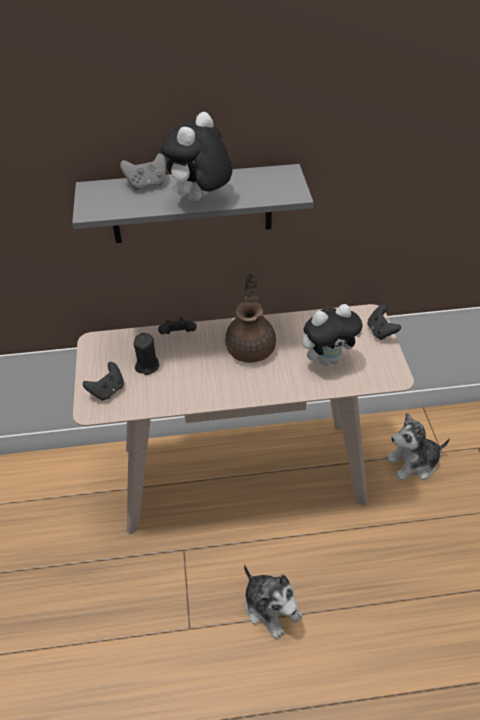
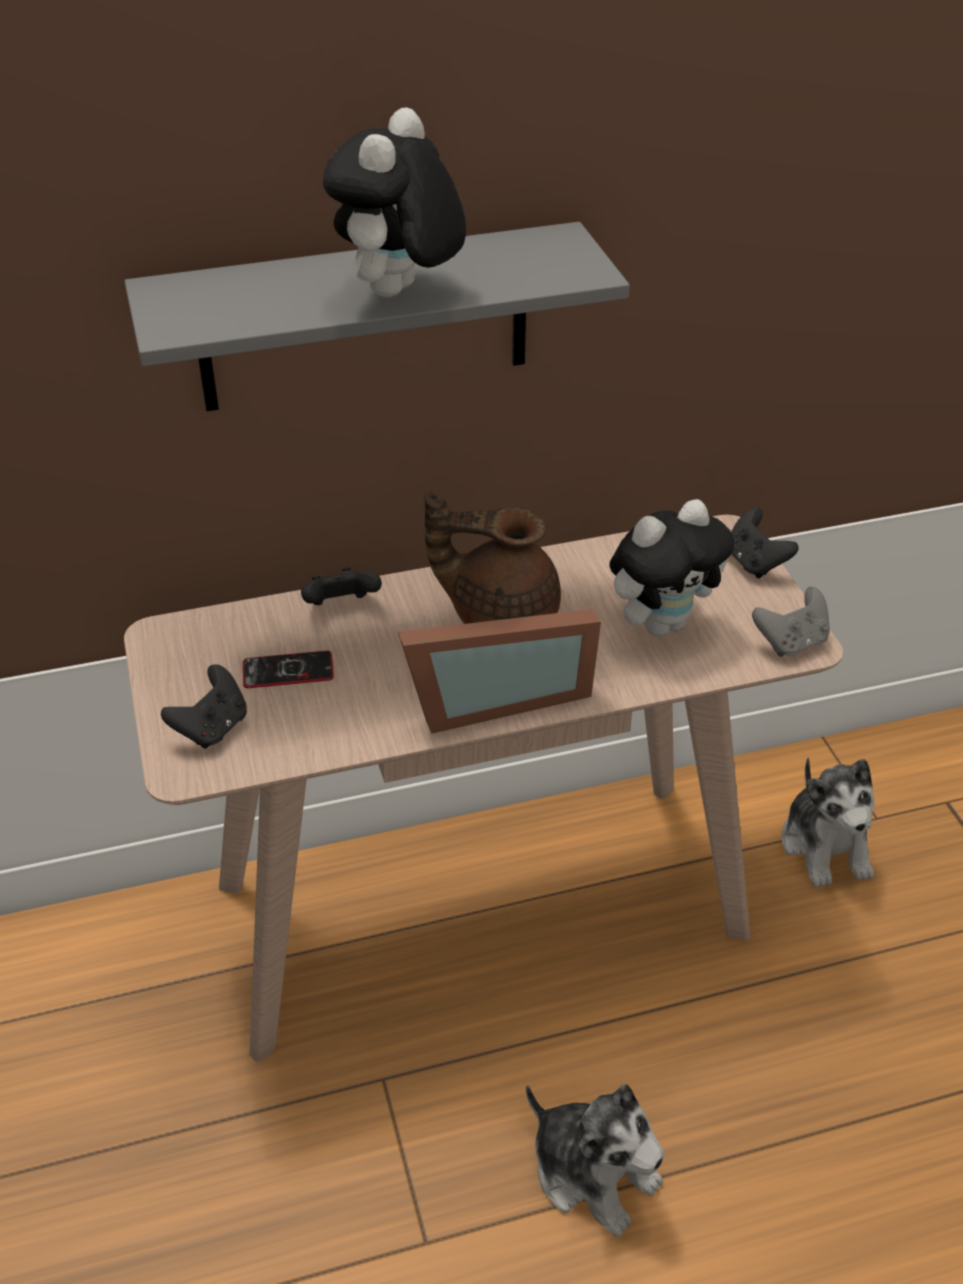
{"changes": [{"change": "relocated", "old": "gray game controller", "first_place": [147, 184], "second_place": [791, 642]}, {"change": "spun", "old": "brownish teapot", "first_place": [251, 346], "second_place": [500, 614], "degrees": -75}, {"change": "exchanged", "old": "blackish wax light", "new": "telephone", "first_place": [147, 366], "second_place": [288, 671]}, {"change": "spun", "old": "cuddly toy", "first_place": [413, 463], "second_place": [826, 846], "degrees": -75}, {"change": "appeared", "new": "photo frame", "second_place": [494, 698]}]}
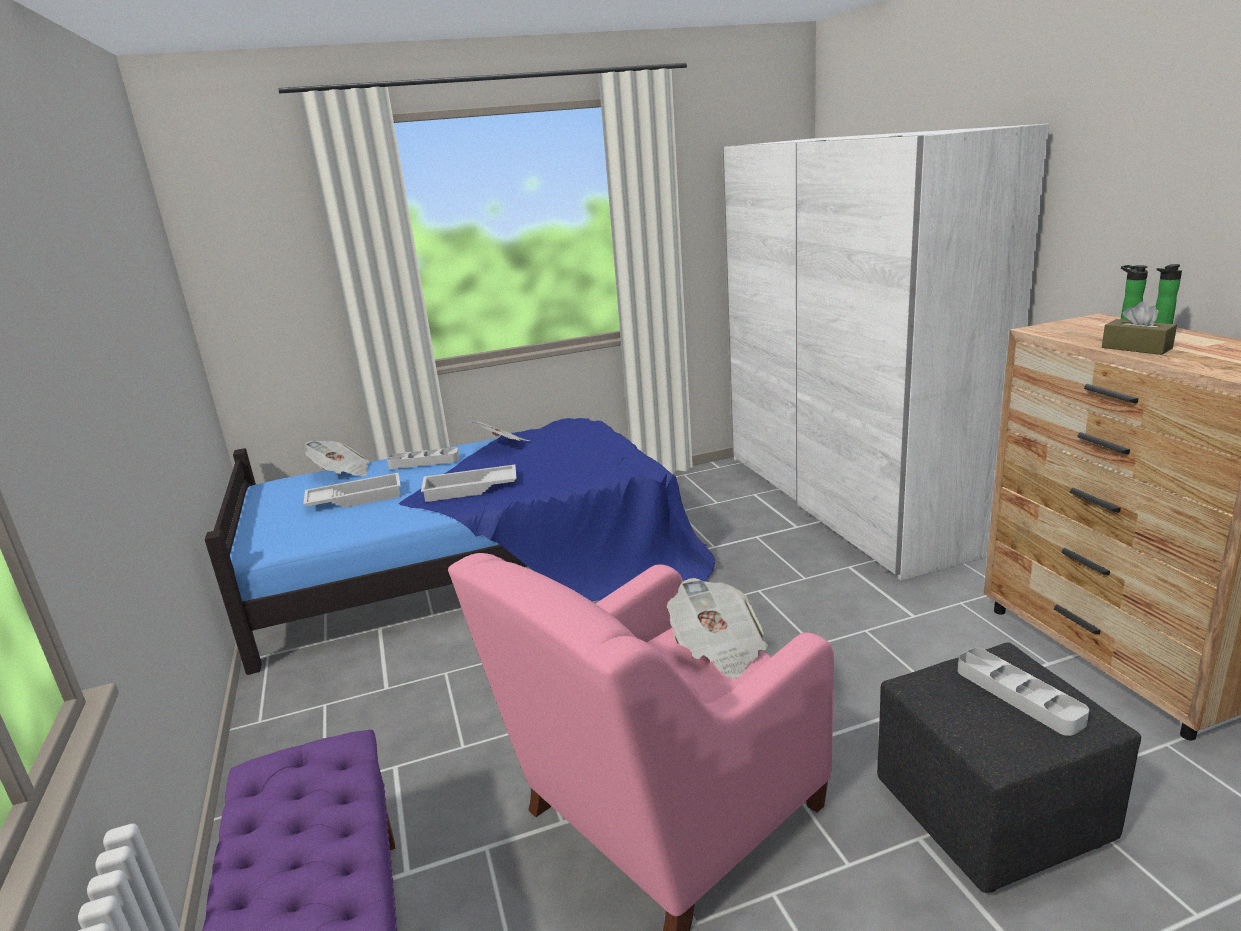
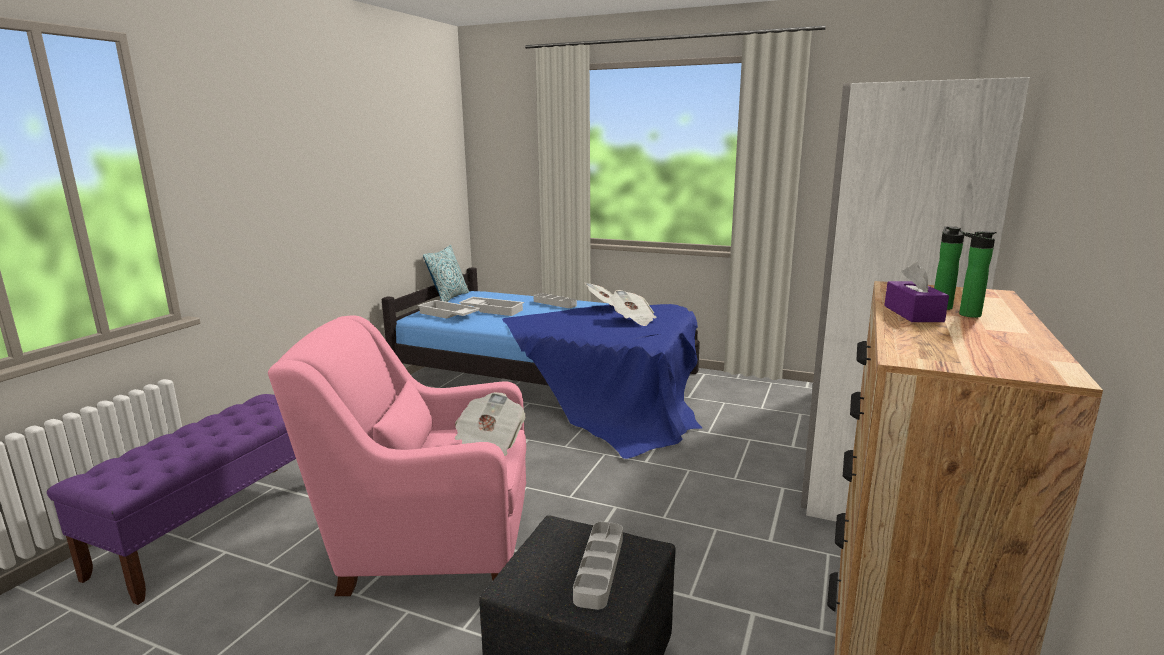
{"changes": [{"change": "colour", "old": "brownish tissue holder", "new": "purple tissue holder", "first_place": [1136, 348], "second_place": [913, 313]}, {"change": "relocated", "old": "newspaper", "first_place": [342, 473], "second_place": [633, 320]}, {"change": "relocated", "old": "white serving tray", "first_place": [470, 489], "second_place": [448, 314]}, {"change": "appeared", "new": "cushion", "second_place": [449, 298]}]}
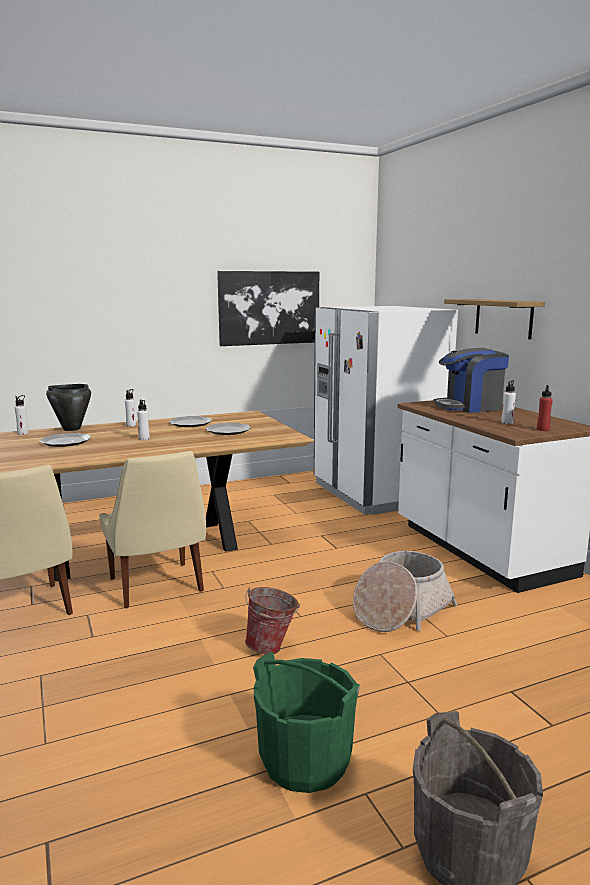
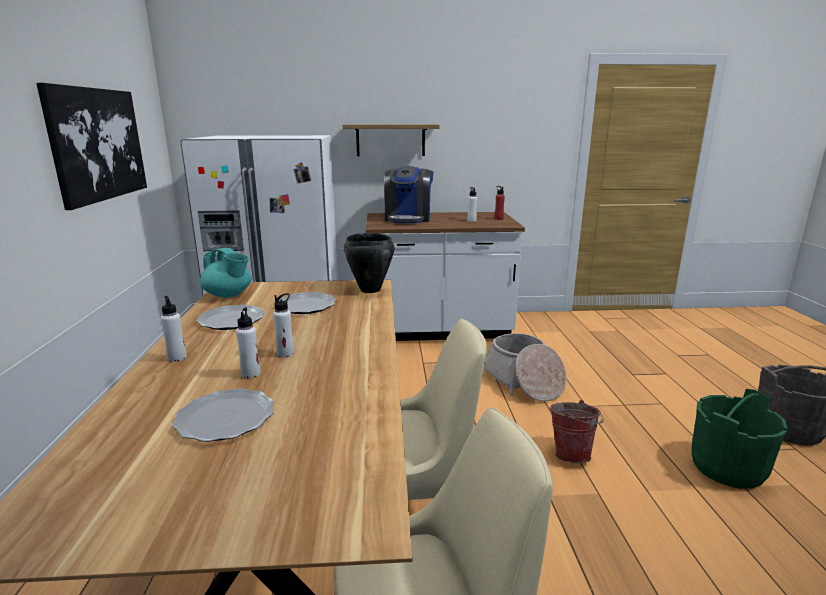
{"changes": [{"change": "relocated", "old": "blackish saucepot", "first_place": [71, 429], "second_place": [370, 290]}, {"change": "relocated", "old": "white bottle", "first_place": [23, 433], "second_place": [250, 373]}, {"change": "appeared", "new": "turquoise teapot", "second_place": [228, 295]}]}
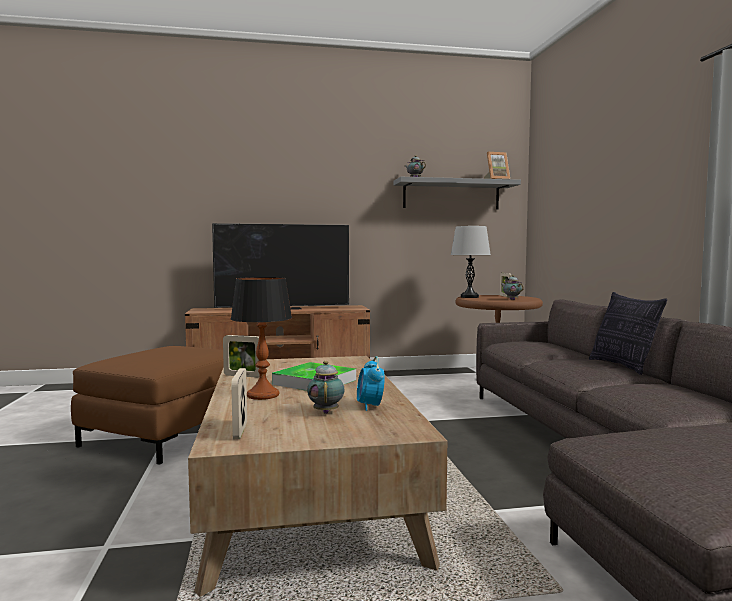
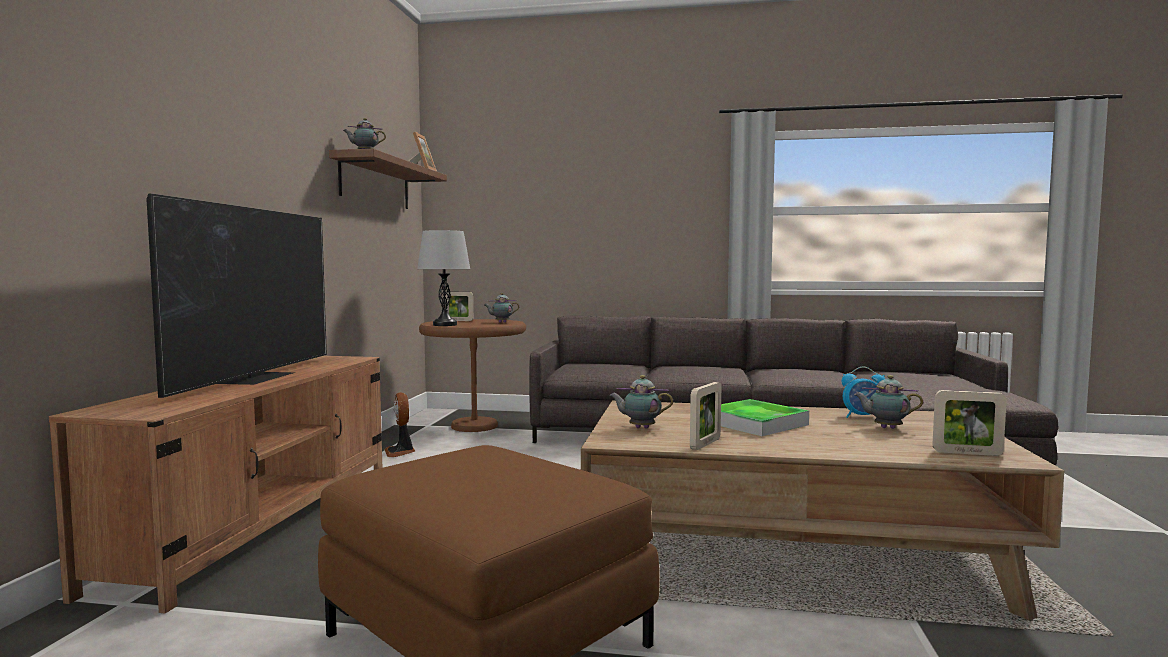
{"changes": [{"change": "colour", "old": "gray bracket shelf", "new": "brownish bracket shelf", "first_place": [451, 195], "second_place": [375, 183]}, {"change": "missing", "old": "tabletop lamp", "first_place": [262, 395]}, {"change": "missing", "old": "cushion", "first_place": [623, 366]}, {"change": "appeared", "new": "teapot", "second_place": [640, 428]}, {"change": "appeared", "new": "cooling fan", "second_place": [400, 452]}]}
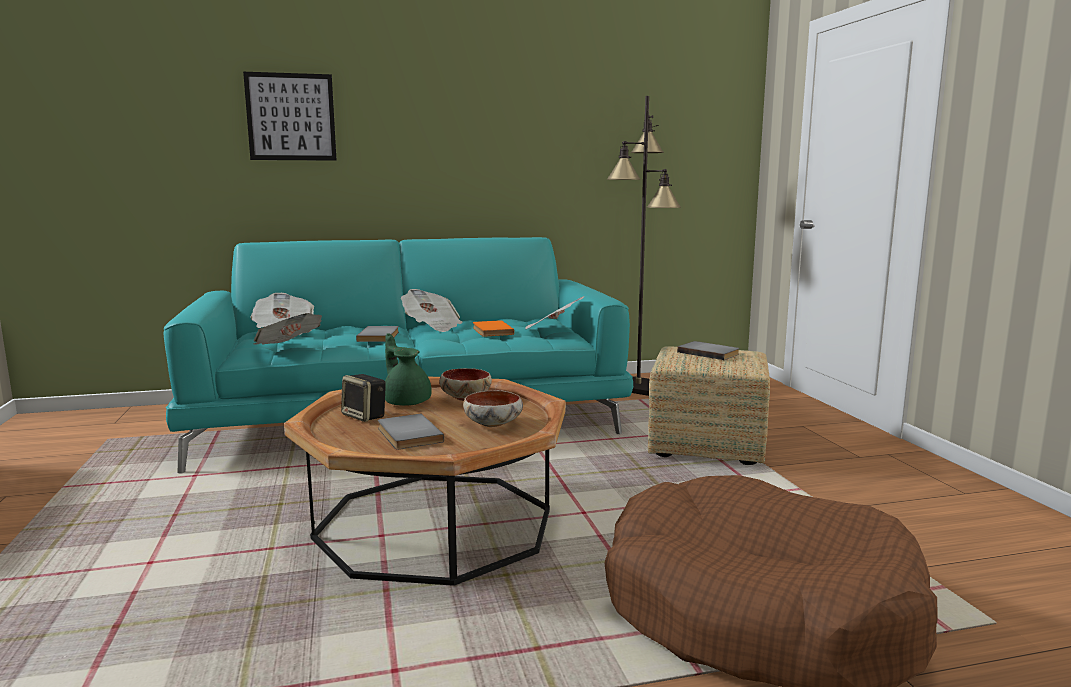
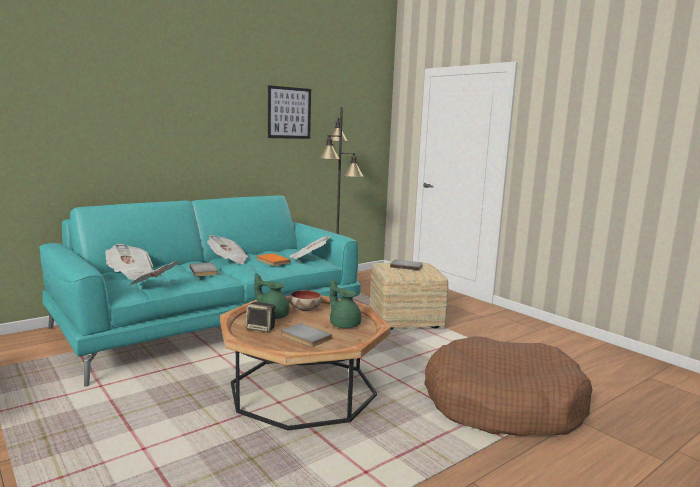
{"changes": [{"change": "relocated", "old": "wall art", "first_place": [291, 117], "second_place": [289, 113]}, {"change": "exchanged", "old": "bowl", "new": "green teapot", "first_place": [494, 424], "second_place": [344, 324]}]}
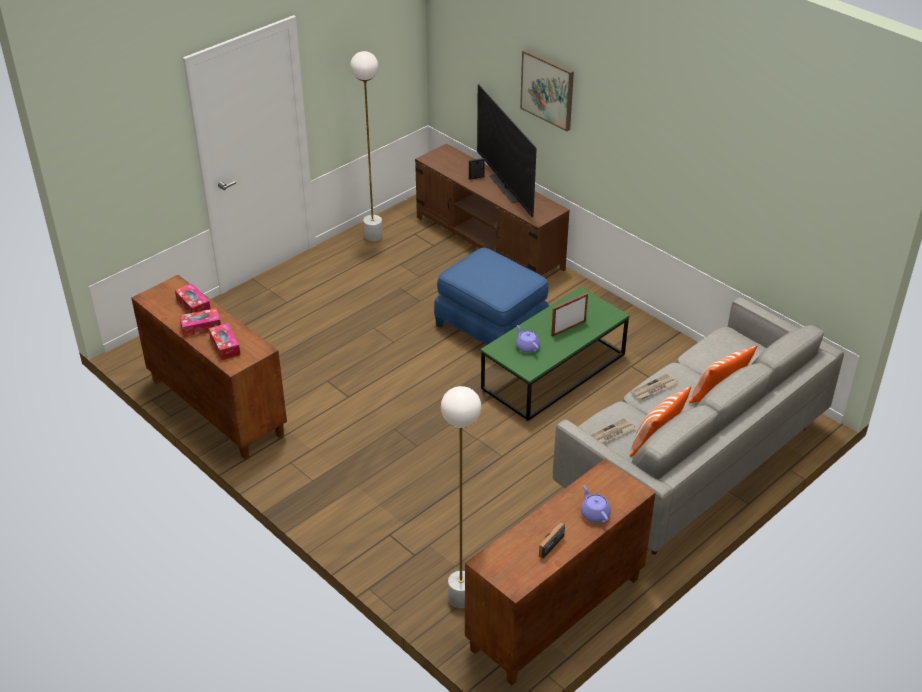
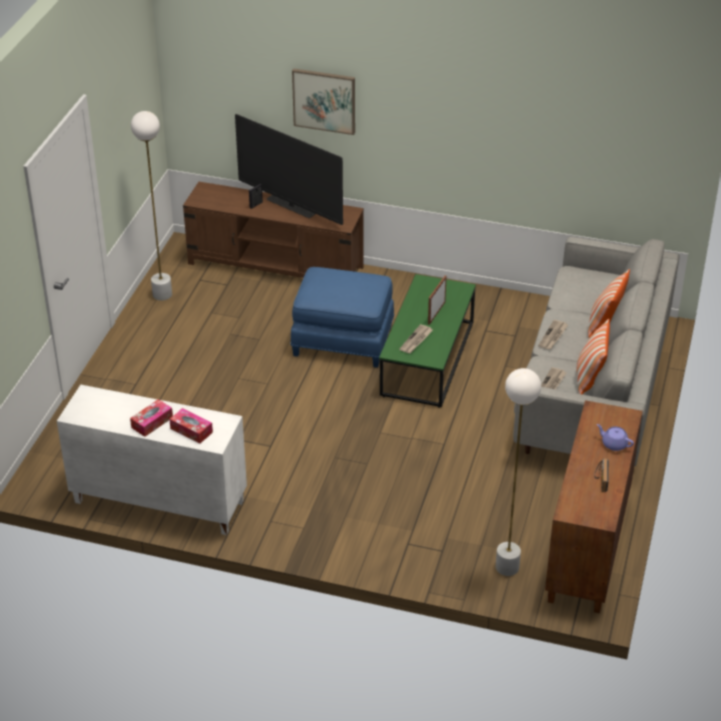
{"changes": [{"change": "colour", "old": "brownish cupboard", "new": "white cupboard", "first_place": [215, 408], "second_place": [157, 502]}, {"change": "missing", "old": "tissue holder", "first_place": [193, 305]}, {"change": "exchanged", "old": "purple teapot", "new": "newspaper", "first_place": [527, 346], "second_place": [416, 340]}]}
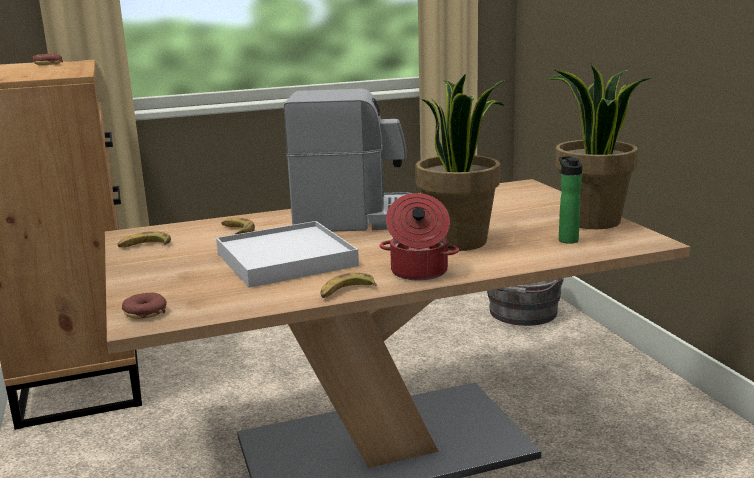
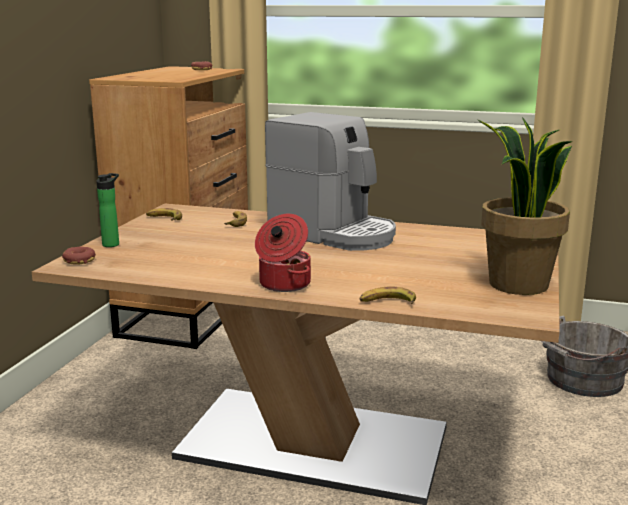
{"changes": [{"change": "missing", "old": "plant in a pot", "first_place": [459, 241]}, {"change": "relocated", "old": "bottle", "first_place": [567, 239], "second_place": [112, 244]}, {"change": "missing", "old": "white serving tray", "first_place": [286, 259]}, {"change": "relocated", "old": "banana fruit", "first_place": [346, 292], "second_place": [387, 302]}]}
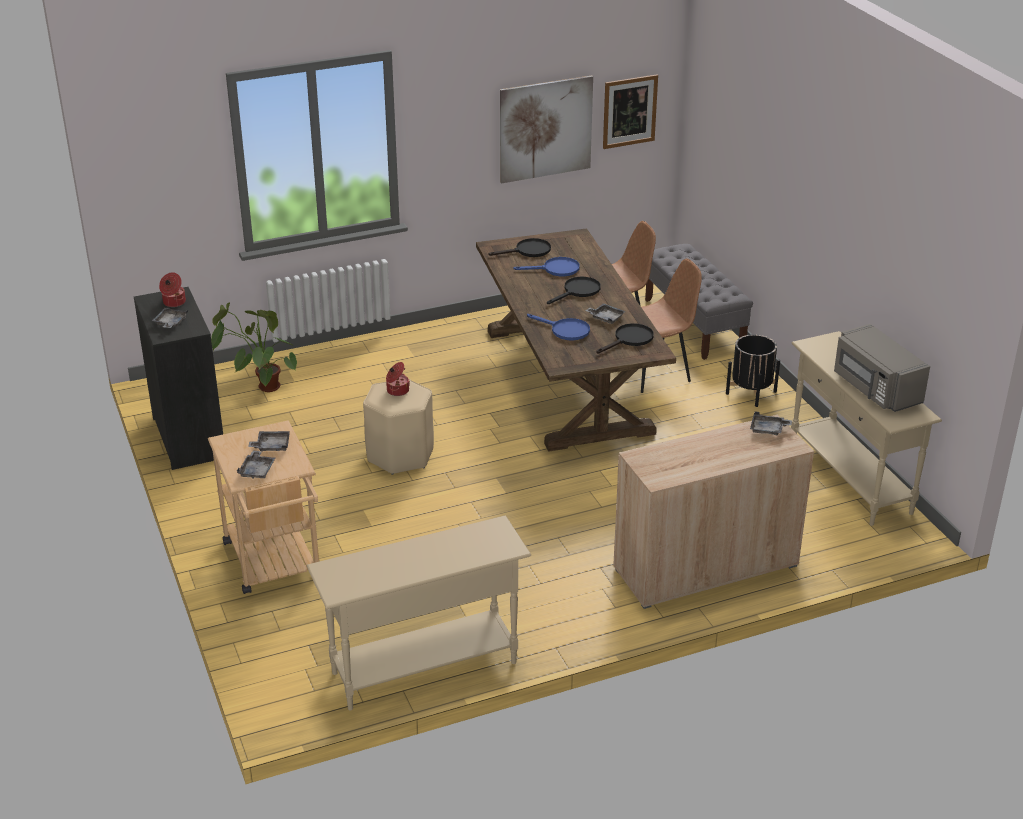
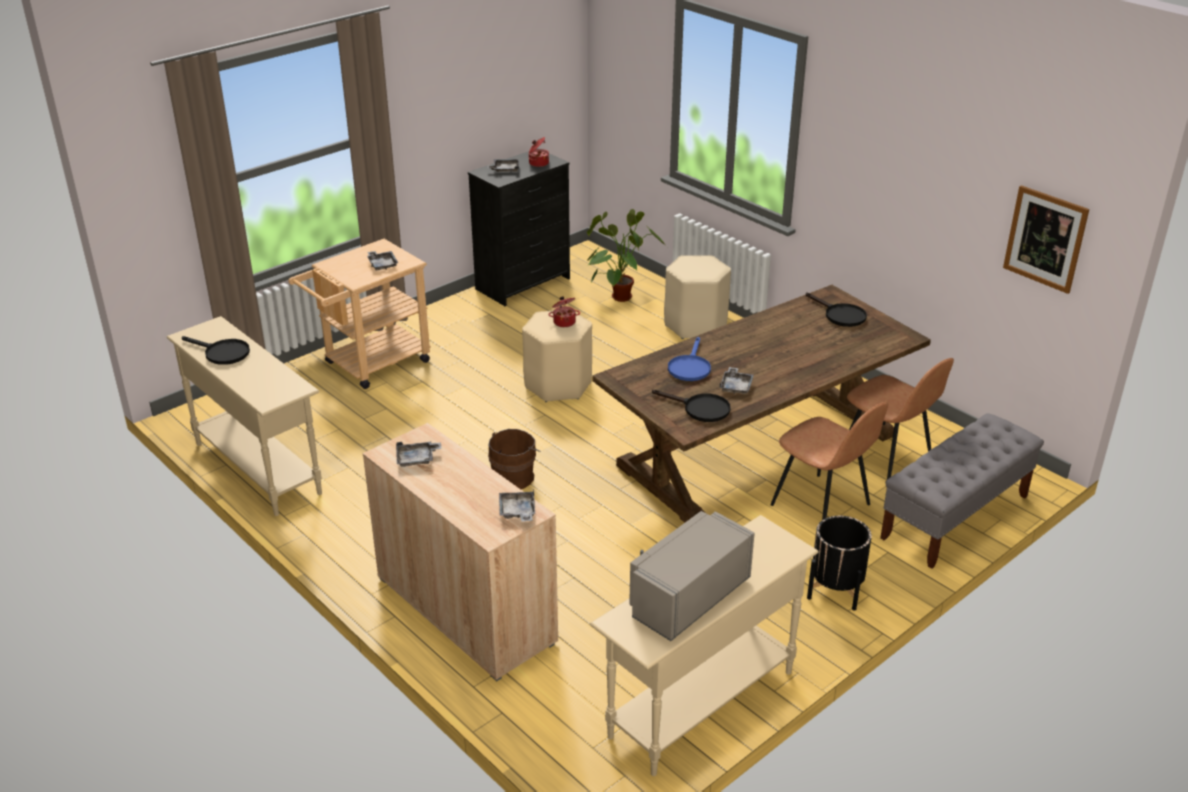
{"changes": [{"change": "missing", "old": "wall art", "first_place": [545, 129]}, {"change": "missing", "old": "blue frying pan", "first_place": [556, 269]}, {"change": "relocated", "old": "blackish frying pan", "first_place": [578, 291], "second_place": [222, 353]}, {"change": "relocated", "old": "gray serving tray", "first_place": [257, 470], "second_place": [417, 459]}, {"change": "appeared", "new": "beige stool", "second_place": [695, 325]}, {"change": "appeared", "new": "brownish water bucket", "second_place": [514, 476]}]}
